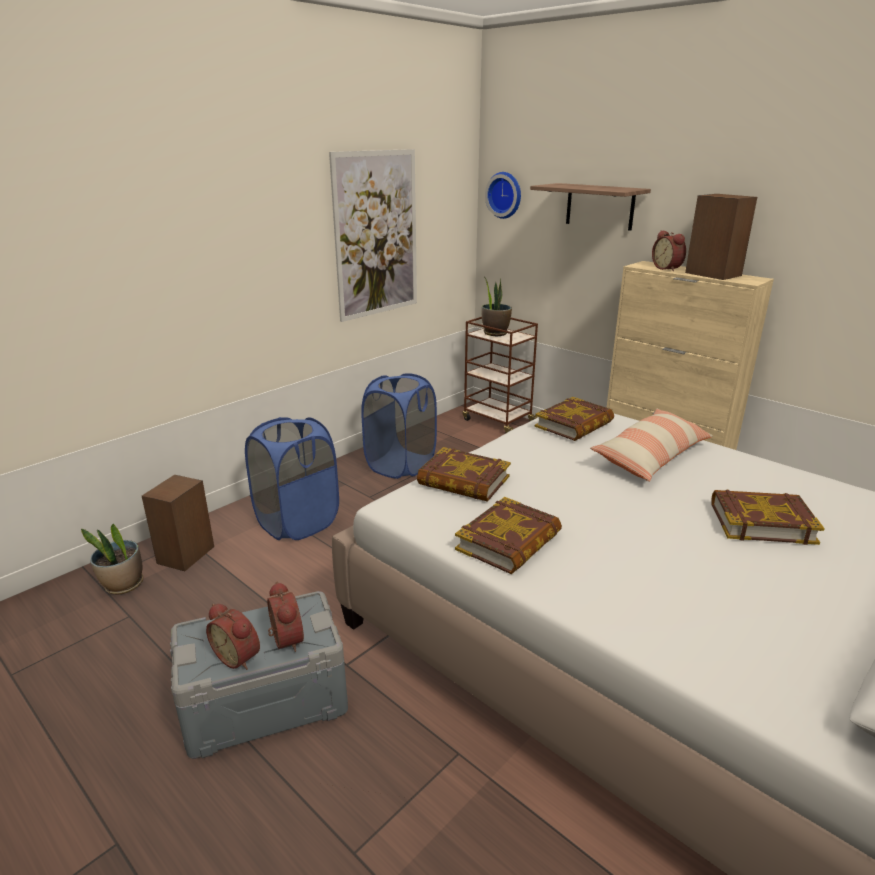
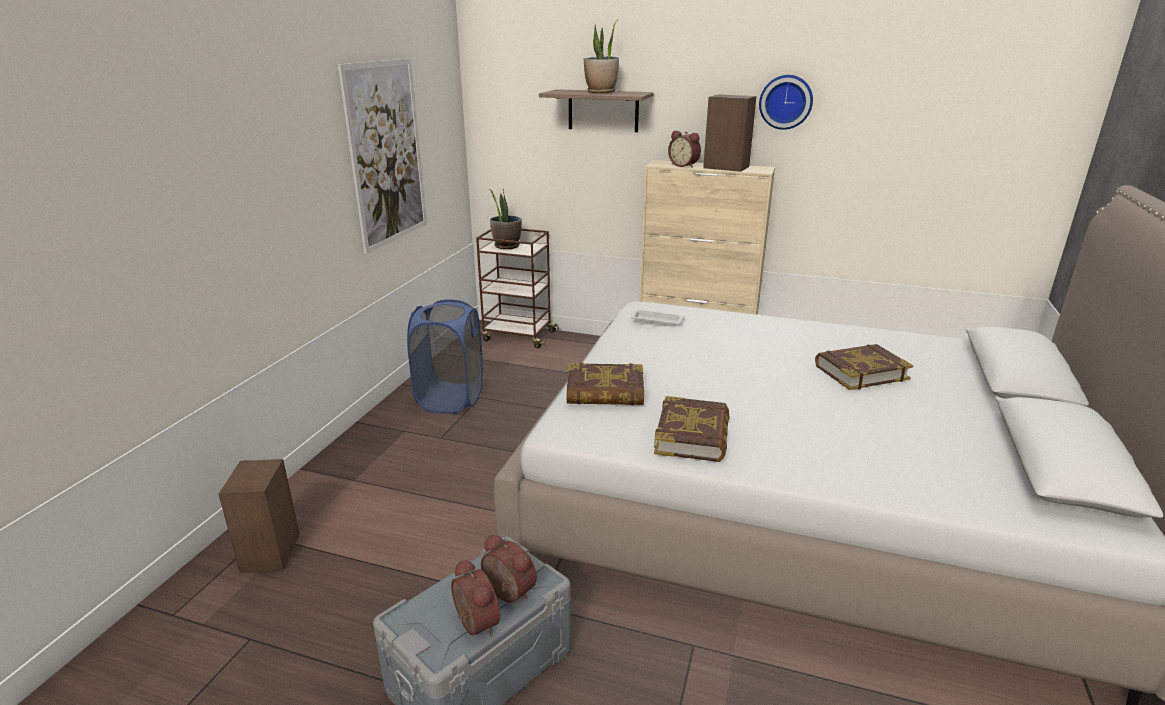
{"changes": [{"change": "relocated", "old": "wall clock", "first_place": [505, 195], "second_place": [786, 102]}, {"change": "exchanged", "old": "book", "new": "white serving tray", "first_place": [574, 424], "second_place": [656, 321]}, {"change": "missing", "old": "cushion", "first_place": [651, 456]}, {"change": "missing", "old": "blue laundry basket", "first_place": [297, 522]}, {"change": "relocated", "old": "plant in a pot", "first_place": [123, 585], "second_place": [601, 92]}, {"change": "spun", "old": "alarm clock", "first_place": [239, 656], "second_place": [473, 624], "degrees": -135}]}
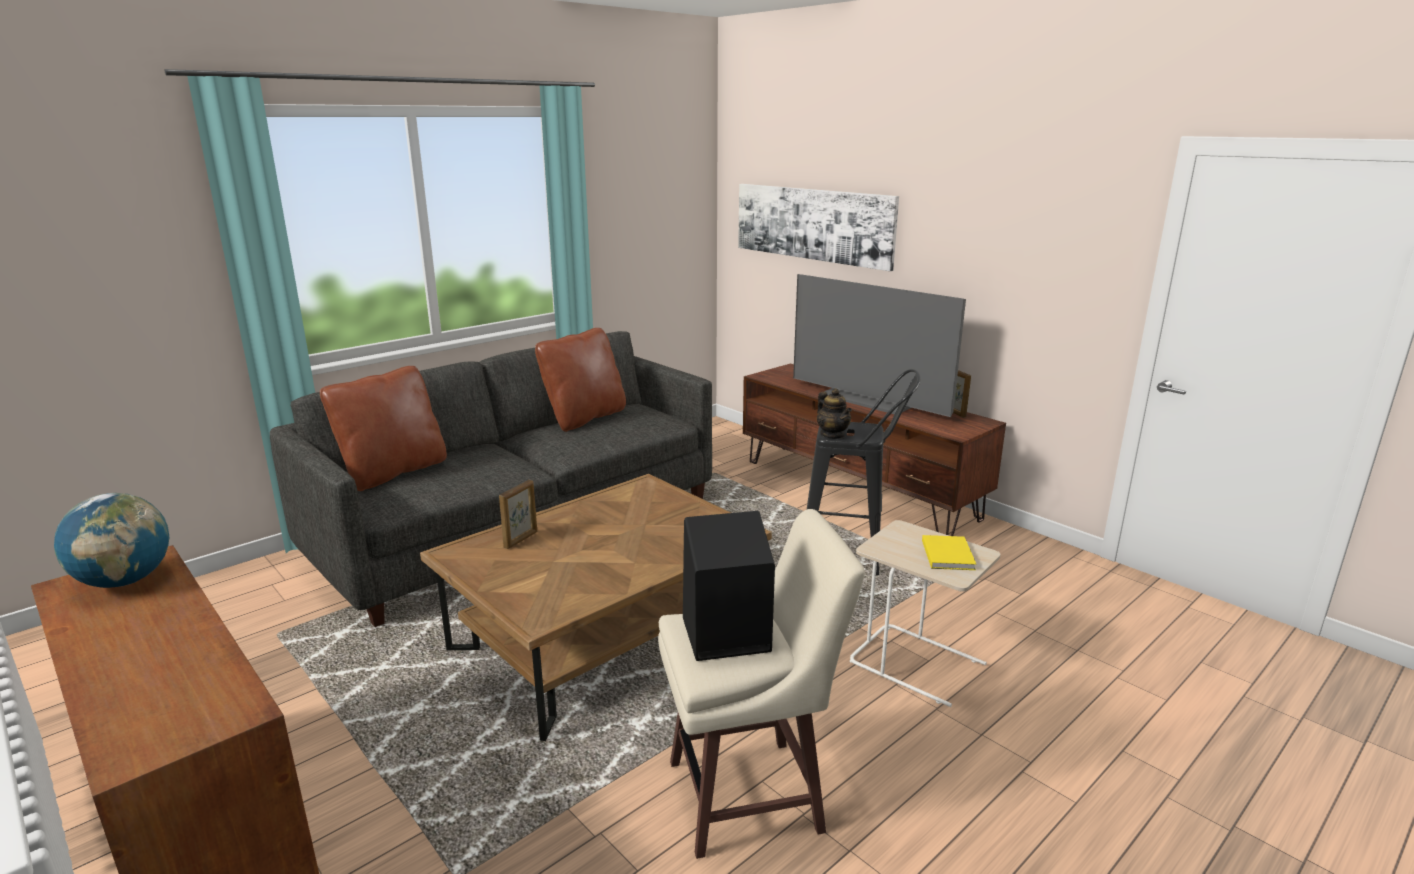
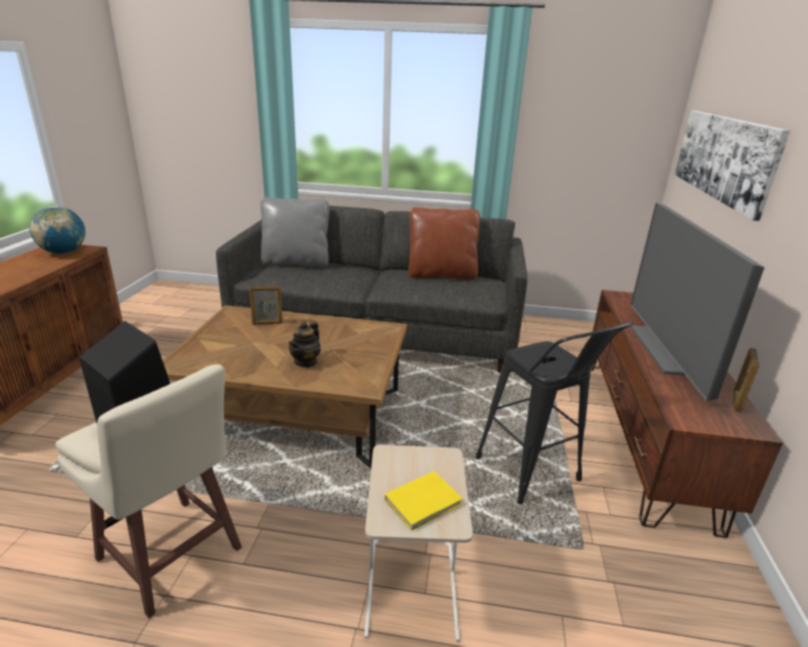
{"changes": [{"change": "colour", "old": "brownish cushion", "new": "gray cushion", "first_place": [393, 472], "second_place": [296, 262]}, {"change": "relocated", "old": "teapot", "first_place": [832, 435], "second_place": [306, 362]}]}
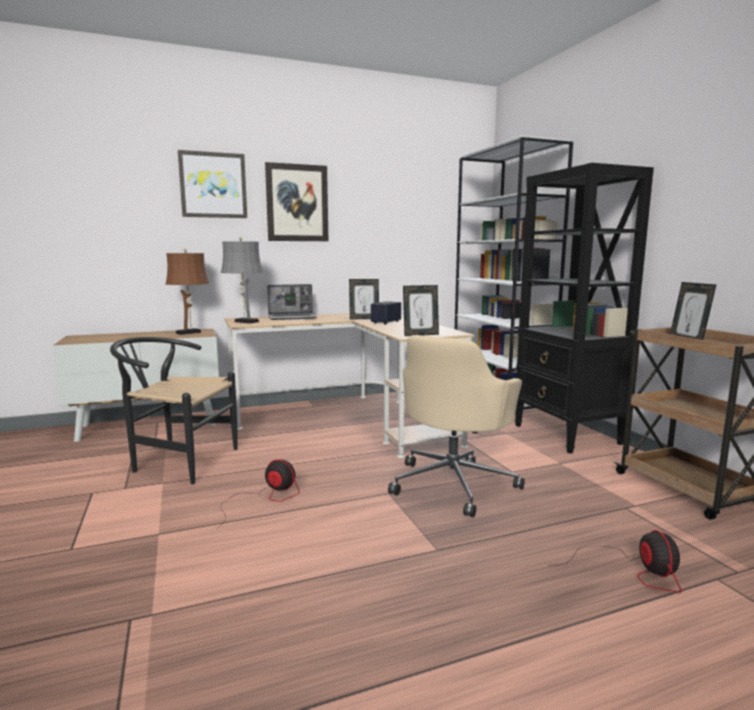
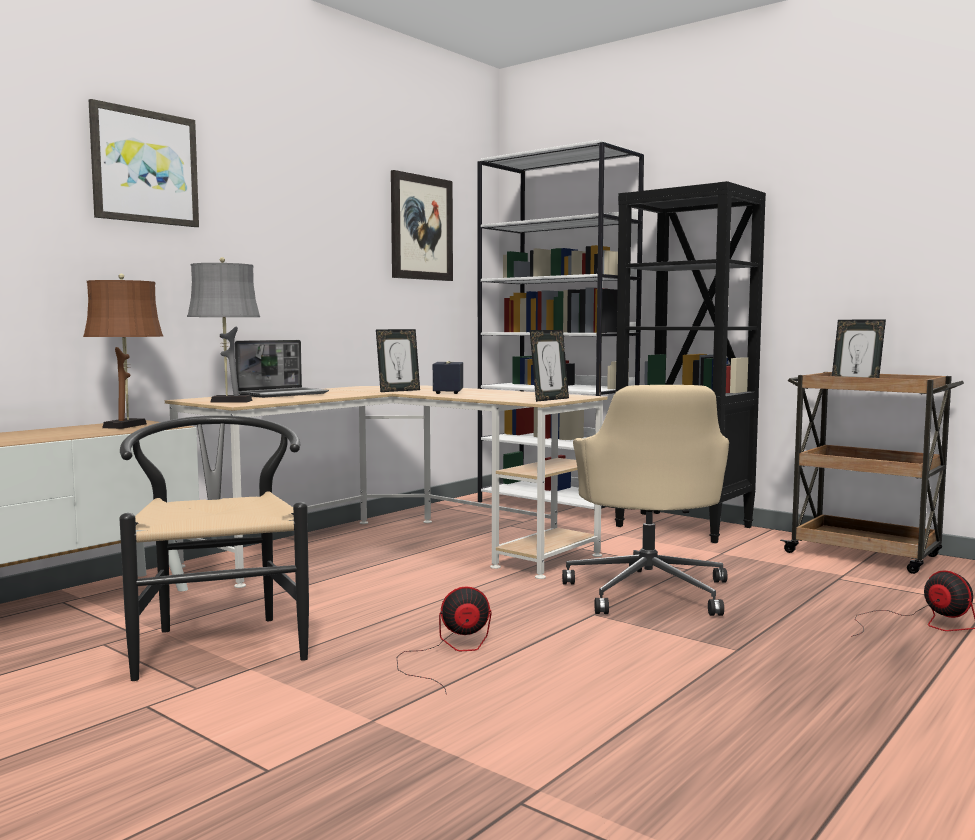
{"changes": [{"change": "relocated", "old": "wall art", "first_place": [297, 203], "second_place": [421, 228]}, {"change": "spun", "old": "blackish upright chair", "first_place": [177, 461], "second_place": [219, 641], "degrees": 90}]}
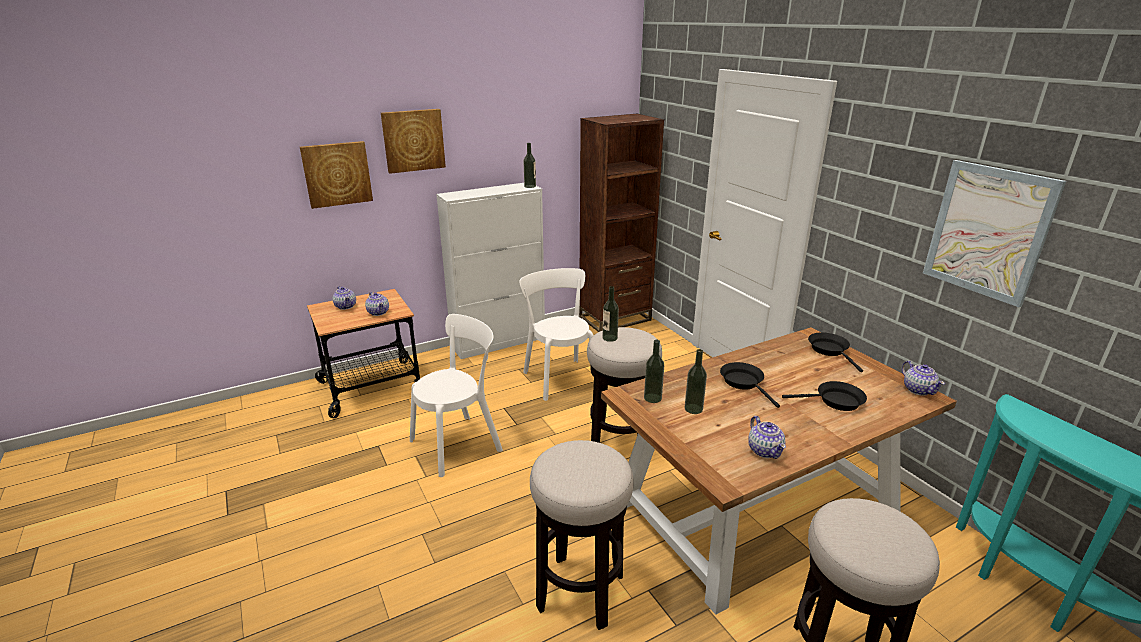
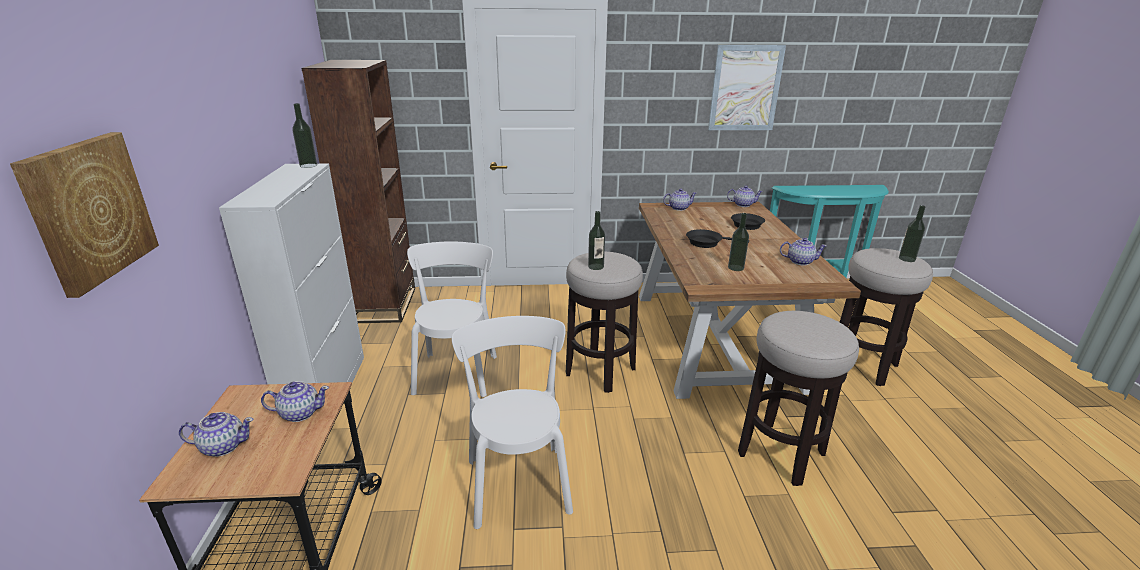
{"changes": [{"change": "missing", "old": "wall art", "first_place": [413, 140]}, {"change": "spun", "old": "white upright chair", "first_place": [559, 377], "second_place": [456, 371], "degrees": 90}, {"change": "exchanged", "old": "blackish frying pan", "new": "teapot", "first_place": [830, 350], "second_place": [678, 208]}, {"change": "relocated", "old": "bottle", "first_place": [652, 398], "second_place": [907, 259]}]}
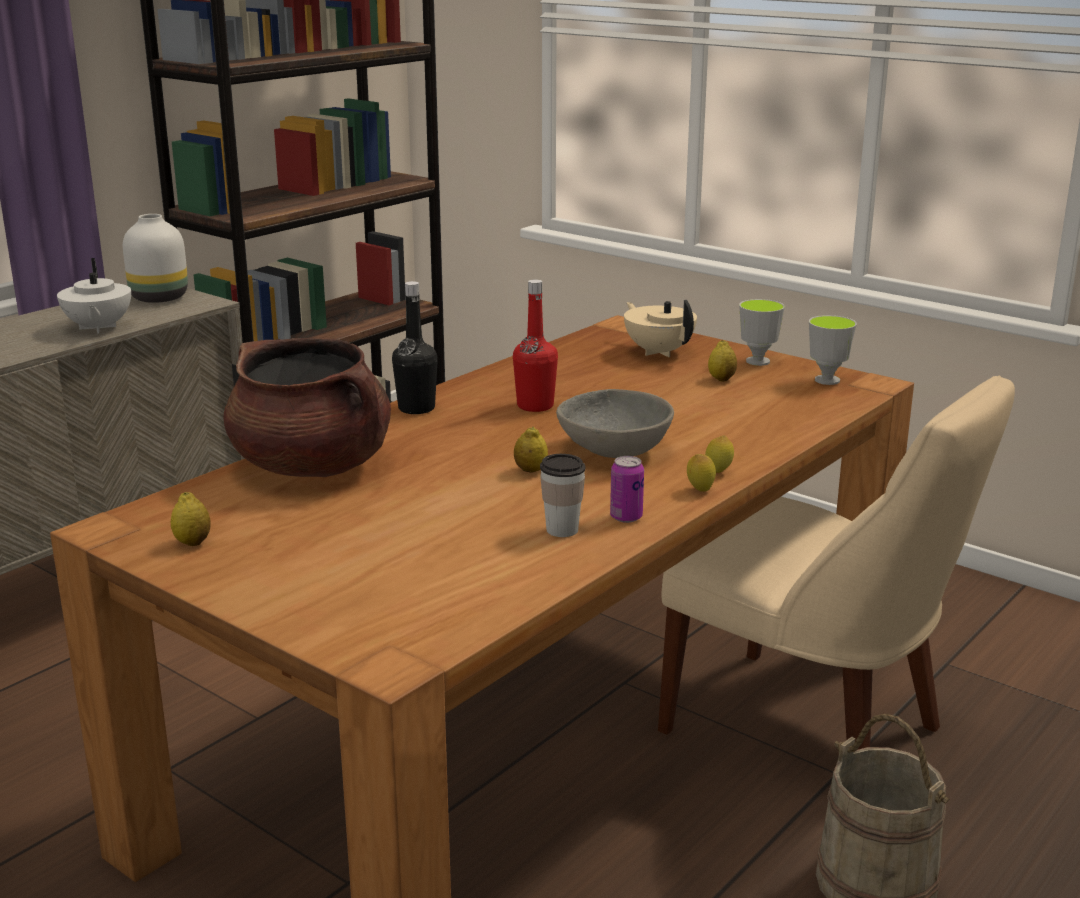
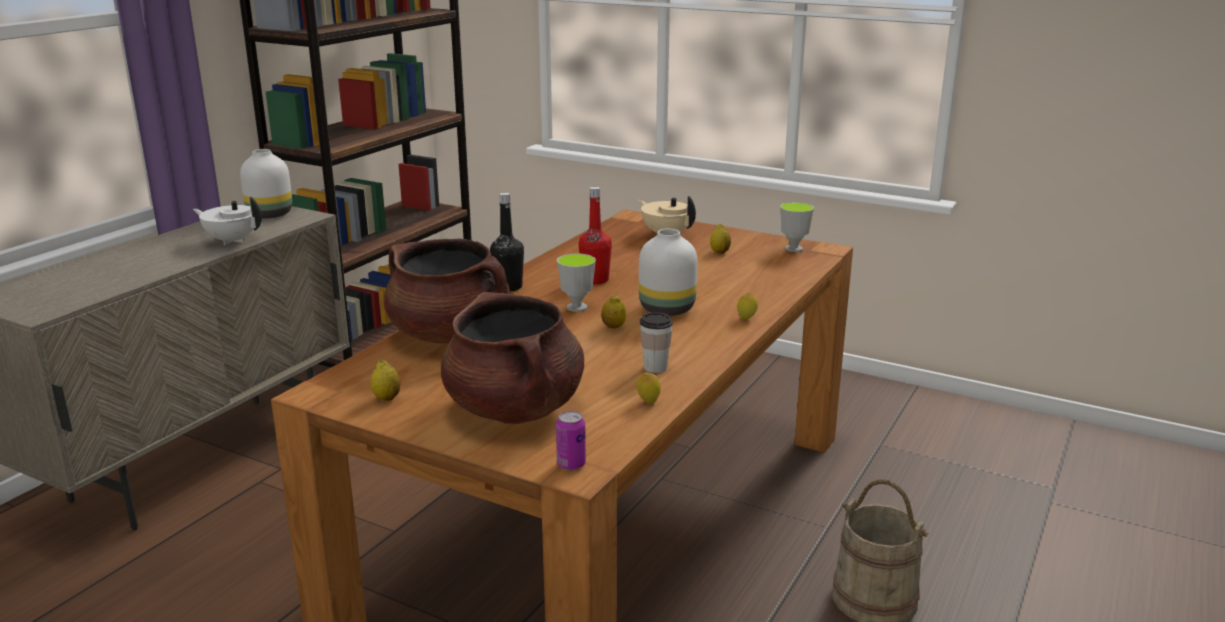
{"changes": [{"change": "spun", "old": "white teapot", "first_place": [98, 328], "second_place": [232, 240], "degrees": 135}, {"change": "relocated", "old": "small cup", "first_place": [758, 361], "second_place": [576, 307]}, {"change": "missing", "old": "beige upright chair", "first_place": [812, 734]}, {"change": "exchanged", "old": "gray bowl", "new": "white flower vase", "first_place": [612, 451], "second_place": [666, 309]}, {"change": "relocated", "old": "lemon", "first_place": [700, 490], "second_place": [648, 402]}, {"change": "relocated", "old": "can", "first_place": [626, 517], "second_place": [571, 464]}, {"change": "appeared", "new": "brownish saucepot", "second_place": [515, 409]}]}
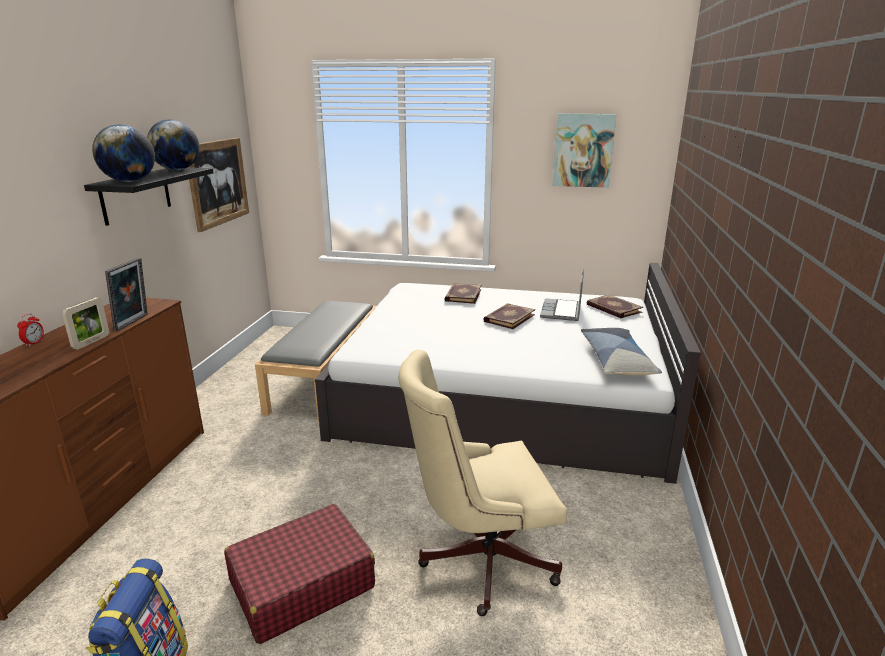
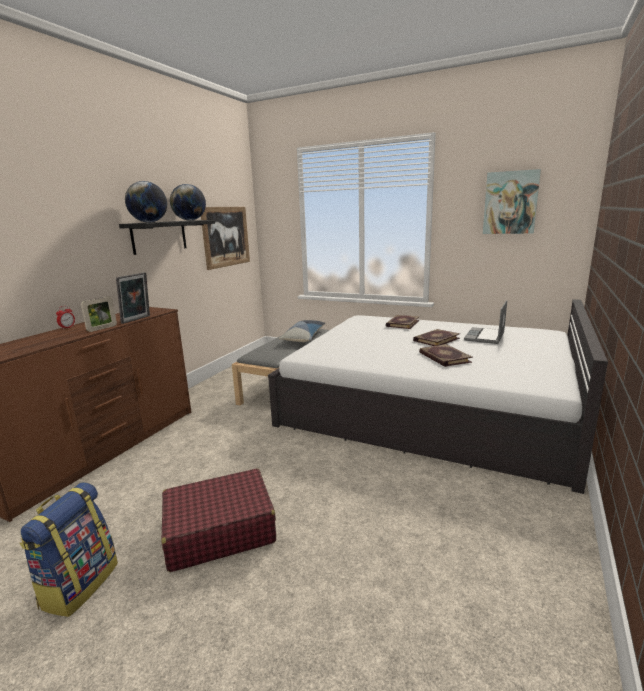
{"changes": [{"change": "relocated", "old": "book", "first_place": [613, 309], "second_place": [444, 357]}, {"change": "relocated", "old": "cushion", "first_place": [616, 361], "second_place": [304, 337]}, {"change": "missing", "old": "beige desk chair", "first_place": [479, 559]}]}
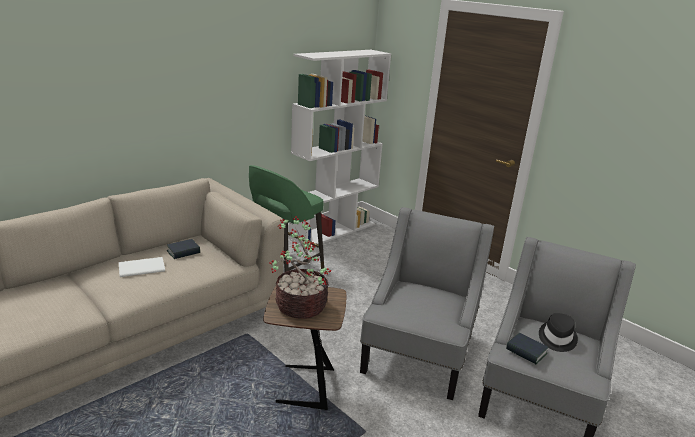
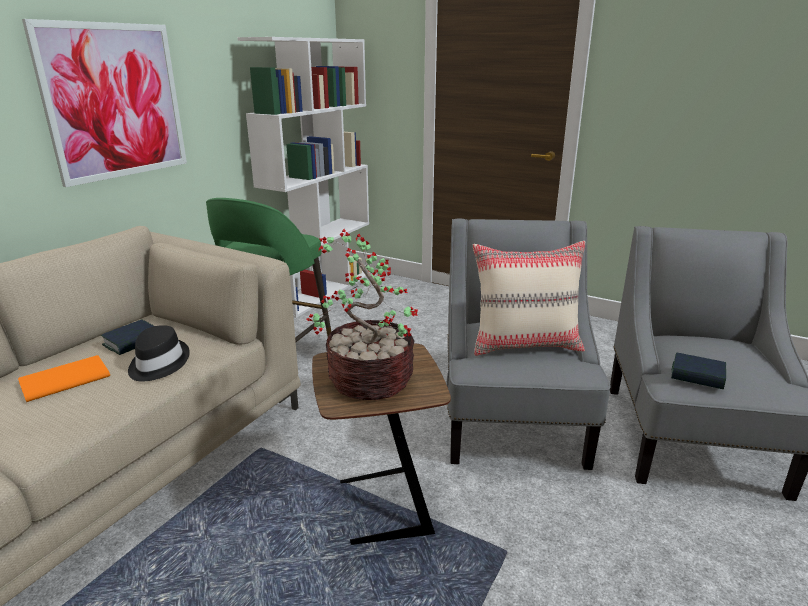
{"changes": [{"change": "colour", "old": "white book", "new": "orangey book", "first_place": [140, 267], "second_place": [62, 379]}, {"change": "relocated", "old": "blackish hat", "first_place": [556, 338], "second_place": [158, 363]}, {"change": "appeared", "new": "wall art", "second_place": [115, 101]}, {"change": "appeared", "new": "beige cushion", "second_place": [525, 345]}]}
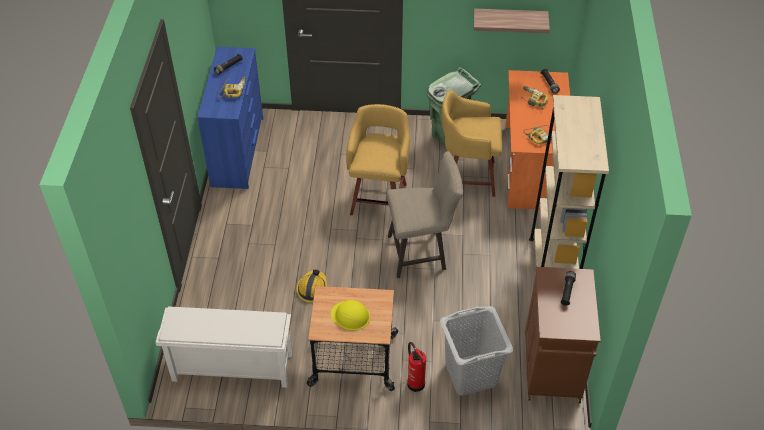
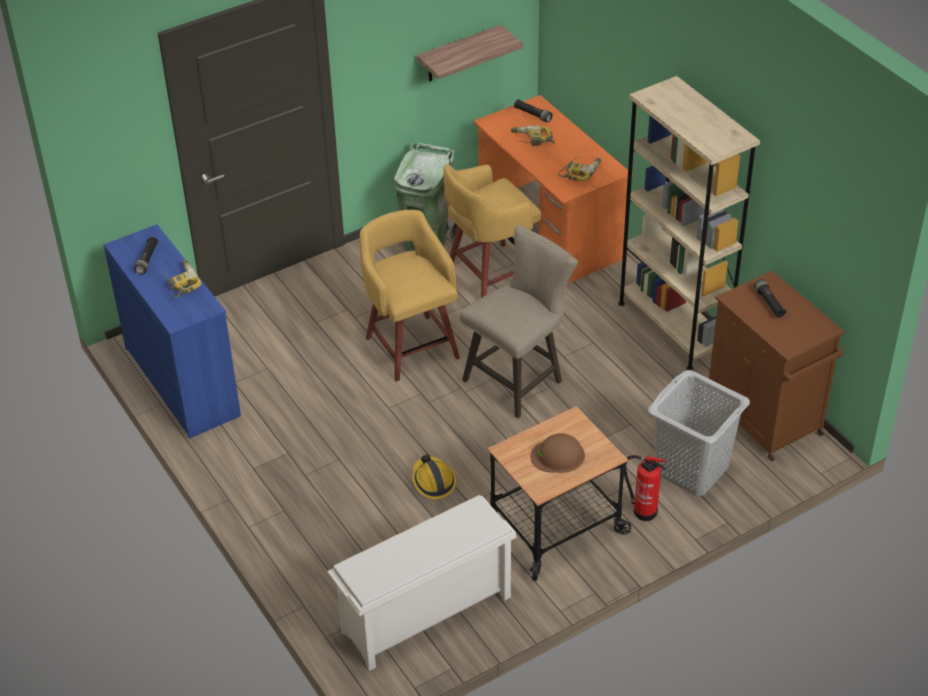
{"changes": [{"change": "colour", "old": "yellow work helmet", "new": "brownish work helmet", "first_place": [350, 315], "second_place": [558, 456]}]}
